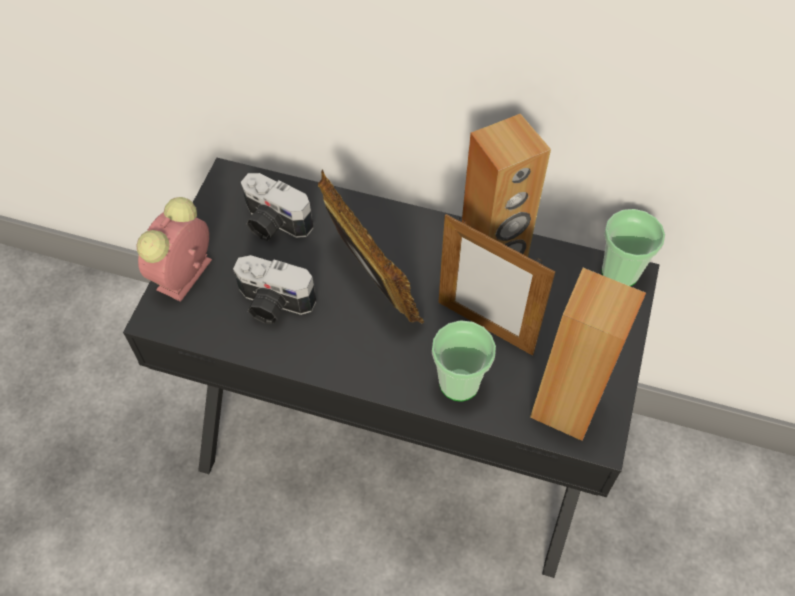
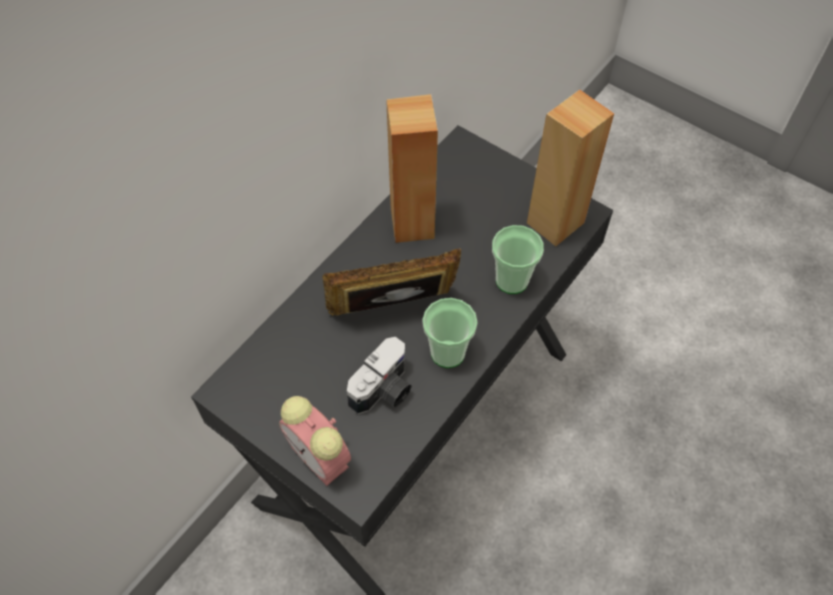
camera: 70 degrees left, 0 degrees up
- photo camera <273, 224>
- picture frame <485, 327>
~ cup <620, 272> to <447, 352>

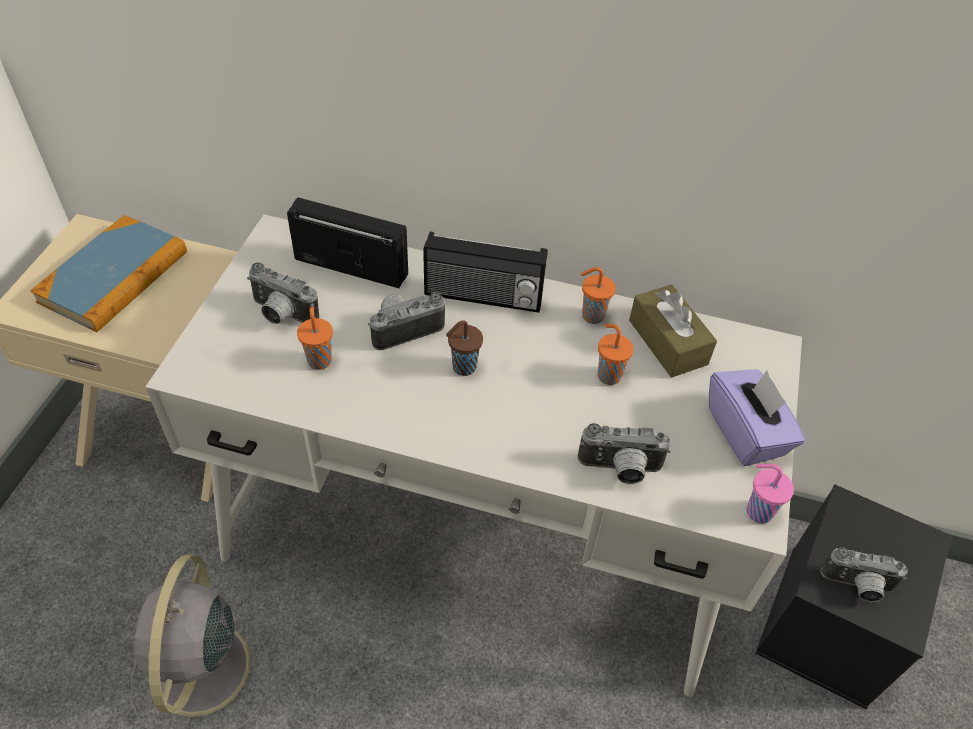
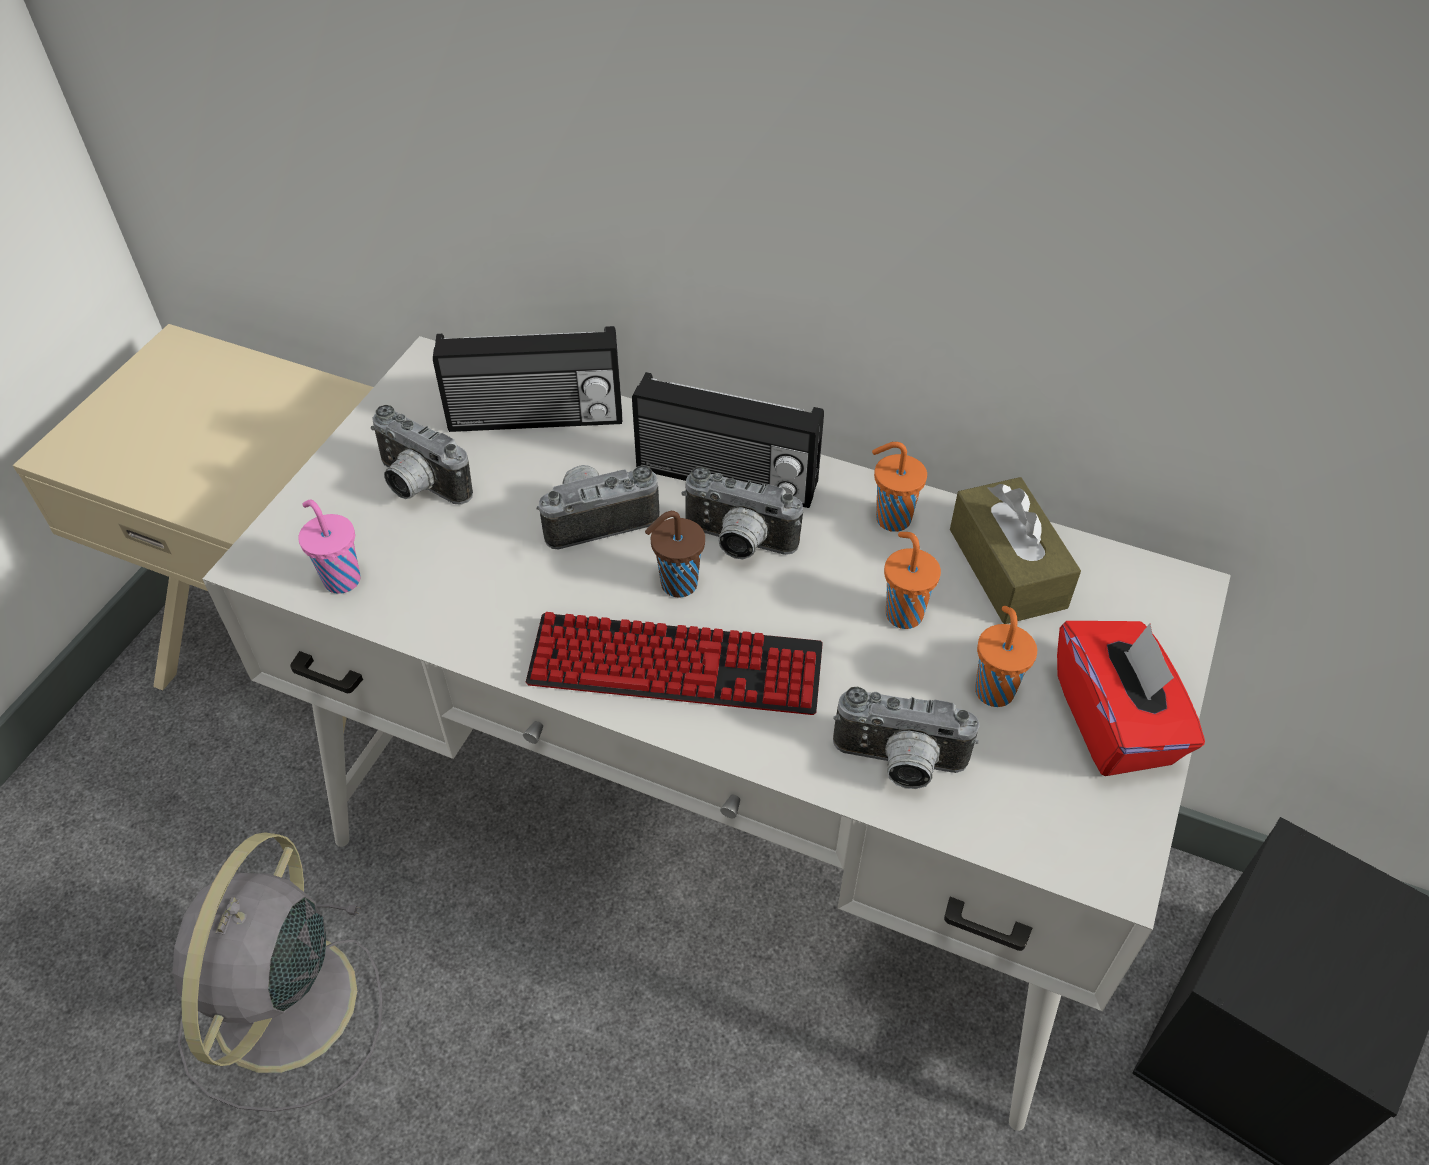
camera: 10 degrees right, 0 degrees up
- book <114, 277>
+ keyboard <675, 667>
~ cup (orange) <319, 359> to <993, 689>
~ cup (pink) <757, 511> to <341, 578>
~ photo camera <857, 587> to <737, 544>
~ tissue box (purple) <746, 432> to tissue box (red) <1114, 722>
~ radio <352, 265> = <536, 419> 150 degrees clockwise

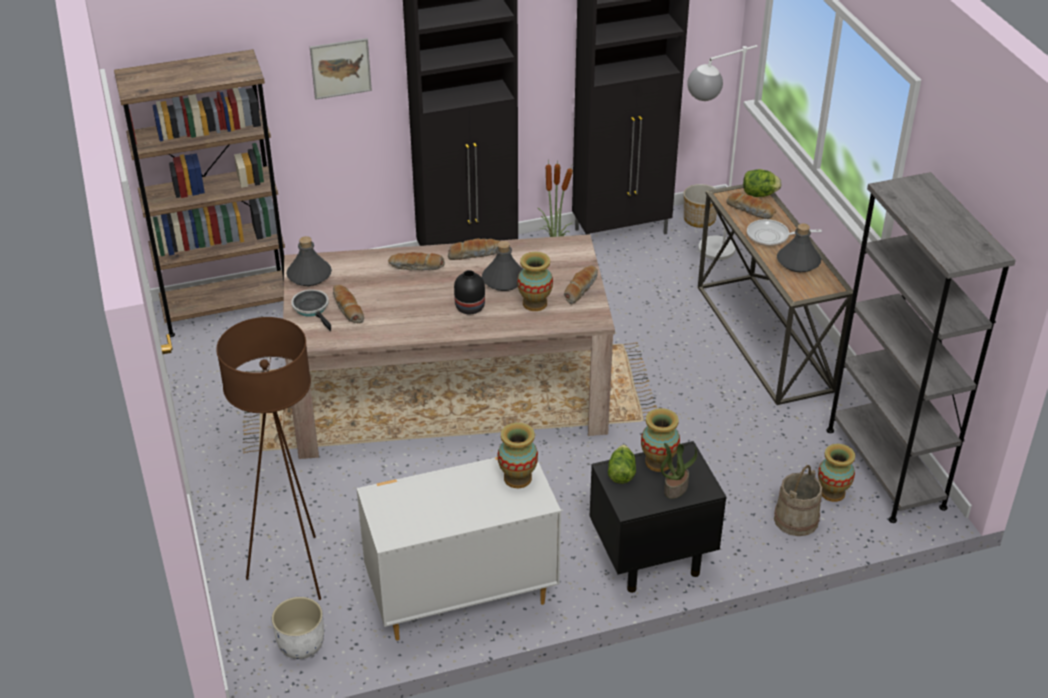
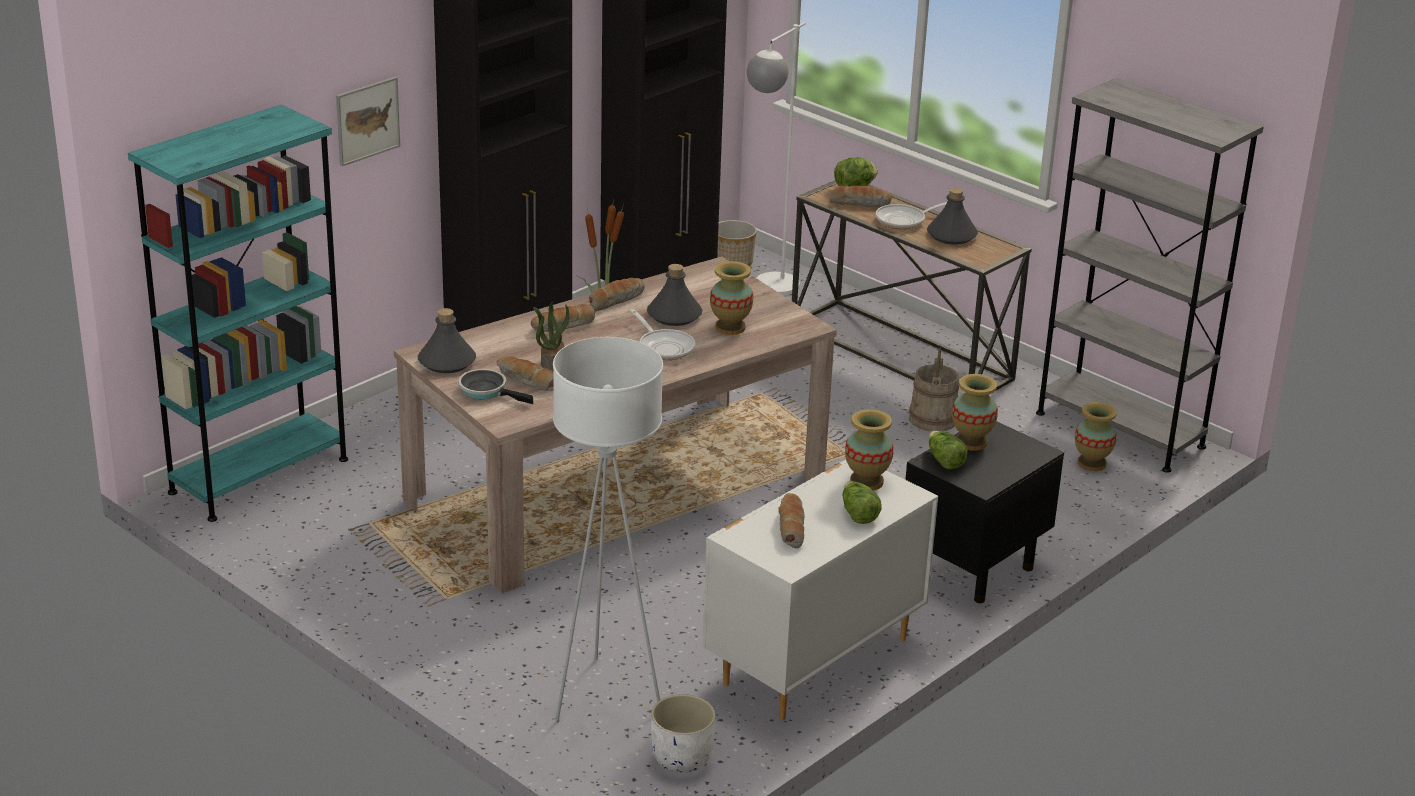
camera: 30 degrees left, 10 degrees down
+ lettuce <858, 514>
~ bread <580, 289> to <790, 527>
~ potted plant <675, 487> to <552, 362>
~ bucket (beige) <796, 520> to <933, 419>
~ vase (black) <470, 307> to frying pan <664, 347>
~ bookcase (brown) <227, 309> to bookcase (turquoise) <259, 475>
~ floor lamp (brown) <295, 570> to floor lamp (white) <604, 695>

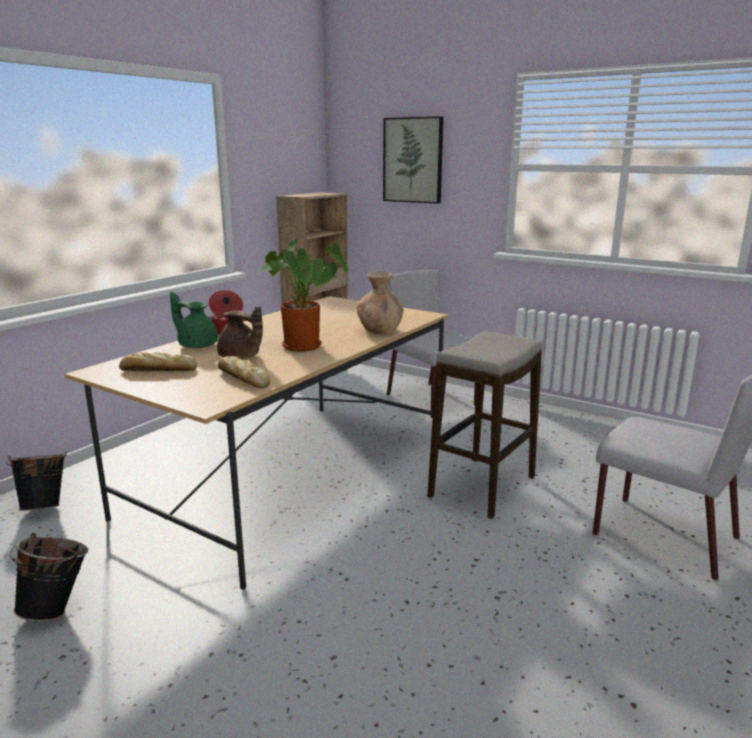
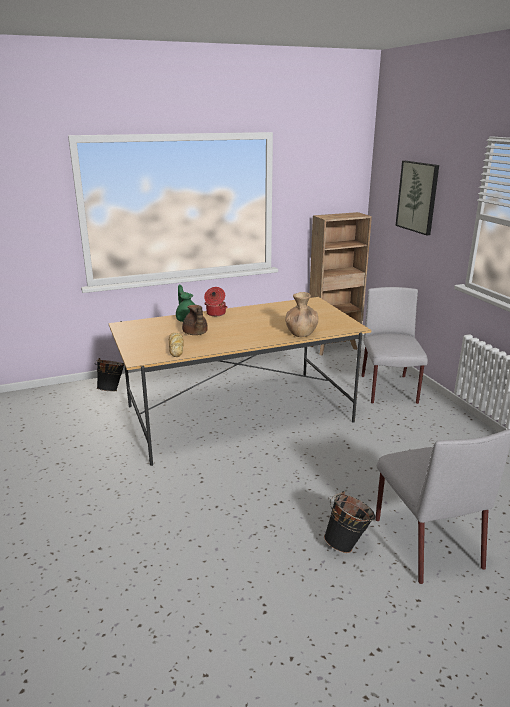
camera: 35 degrees right, 5 degrees up
- bread <157, 370>
- potted plant <306, 347>
- stool <483, 487>
~ bucket (black) <58, 608> to <347, 544>

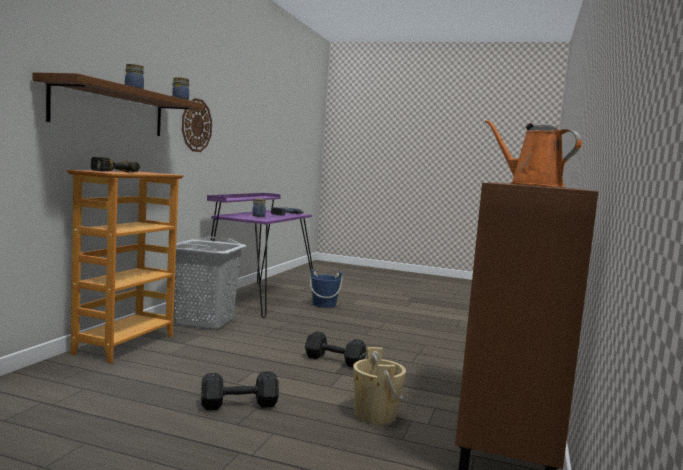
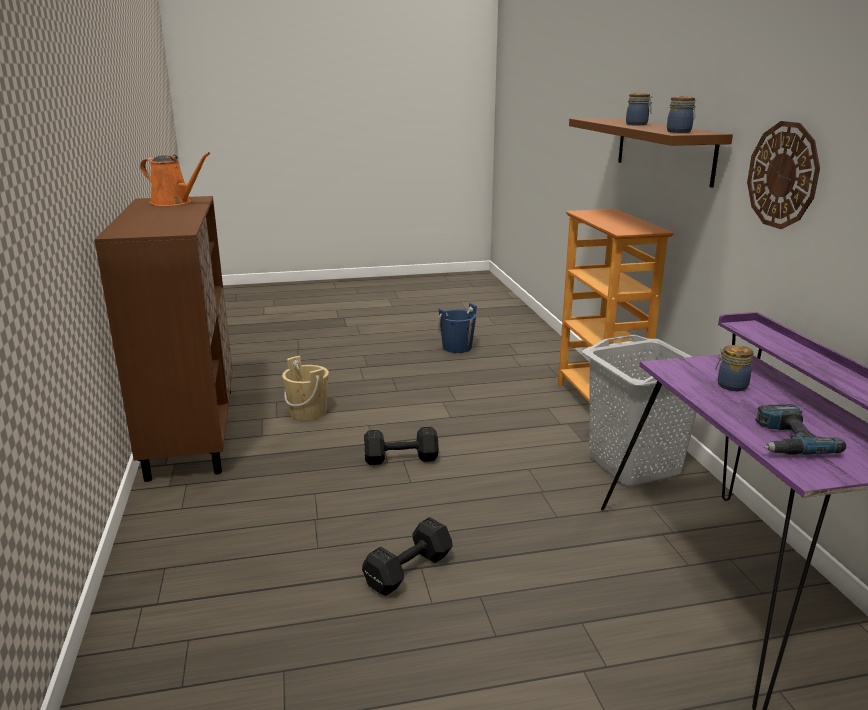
camera: 150 degrees right, 15 degrees up
- power drill <111, 171>
~ dumbbell (black) <241, 405> to <406, 571>
~ bucket (blue) <324, 304> to <457, 347>

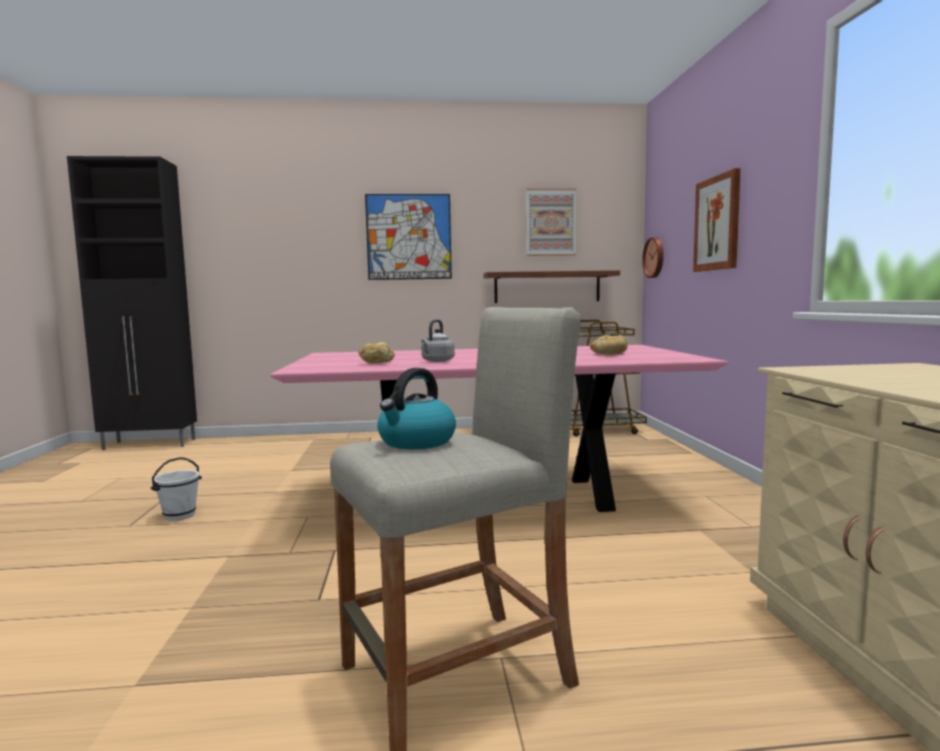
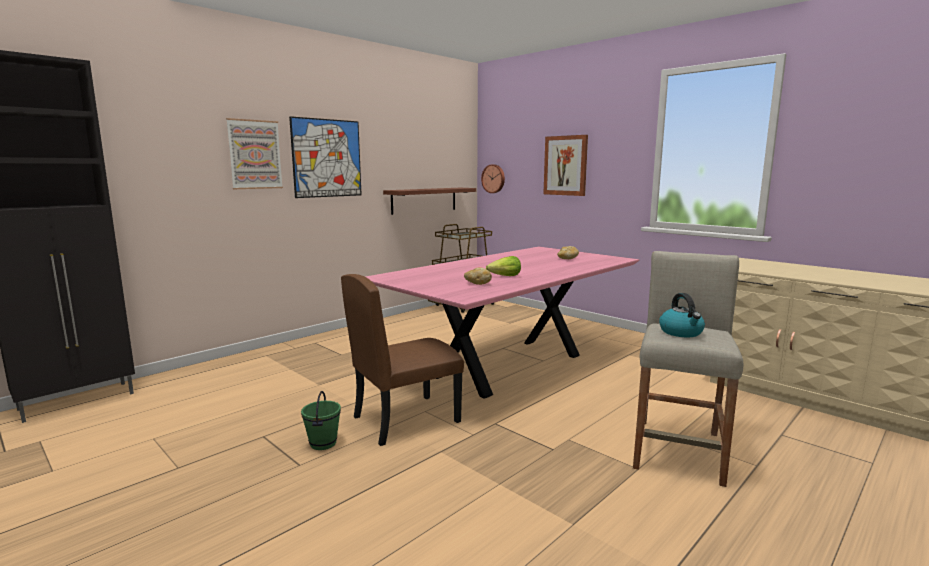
camera: 40 degrees left, 5 degrees up
+ chair (brown) <406, 419>
~ picture <550, 222> to <255, 154>
~ kettle (grey) <437, 361> to lettuce <505, 276>
~ bucket (white) <180, 516> to bucket (green) <323, 443>

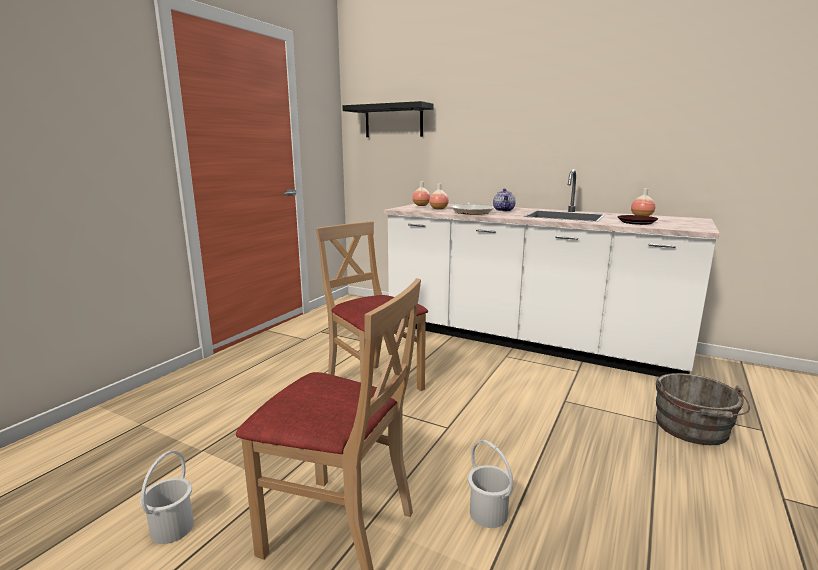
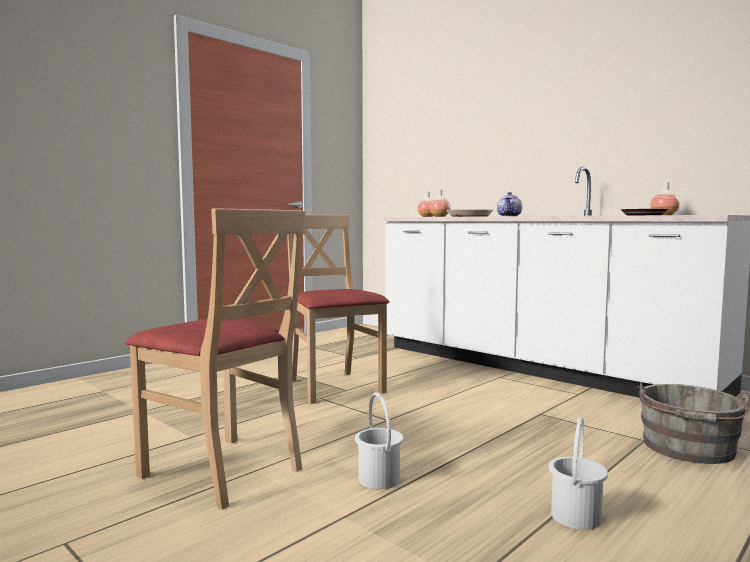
camera: 15 degrees right, 10 degrees down
- shelf (black) <393, 121>
~ bucket (white) <173, 528> to <576, 517>

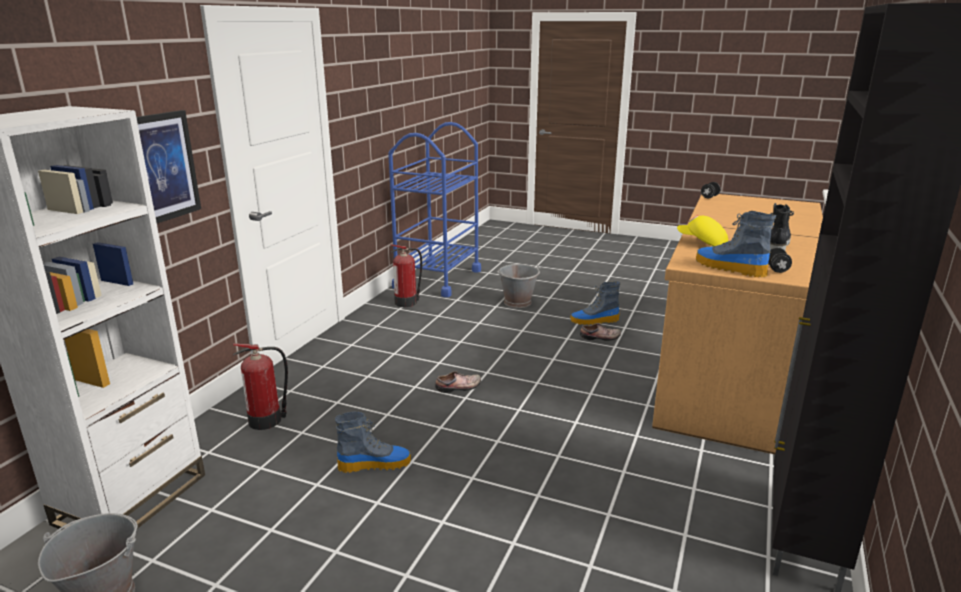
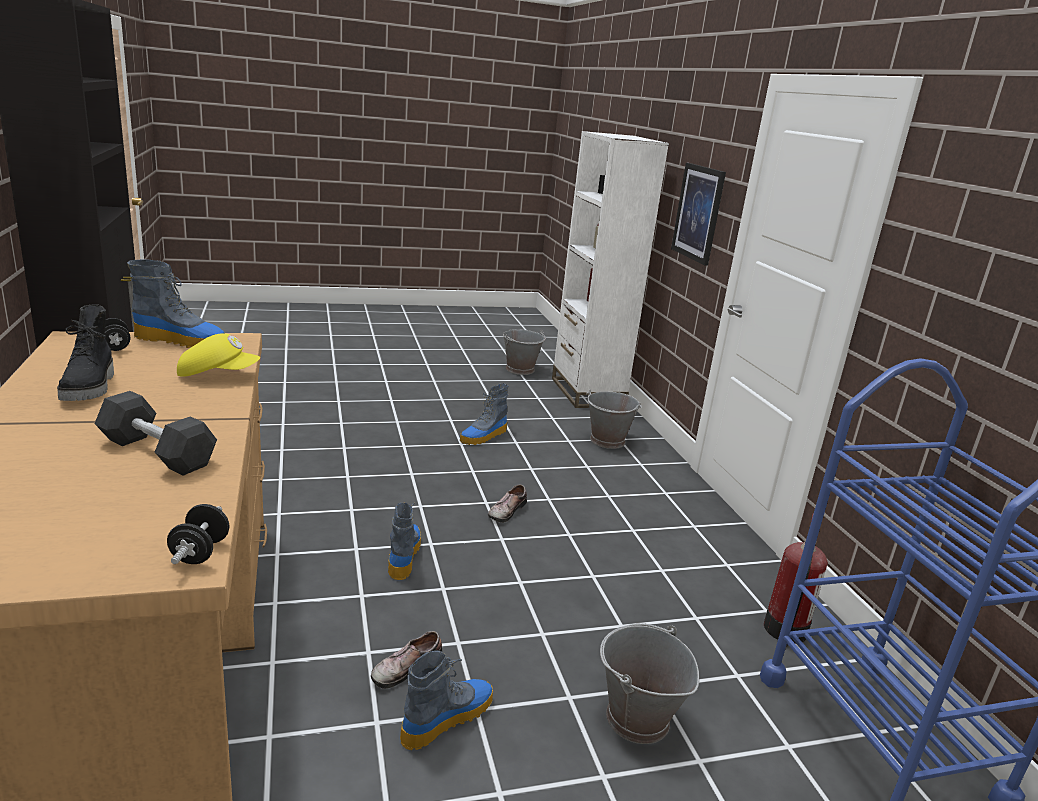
camera: 140 degrees right, 0 degrees up
+ dumbbell (black) <157, 452>
+ boot <403, 555>
~ fire extinguisher <267, 420> to bucket (grey) <608, 441>

